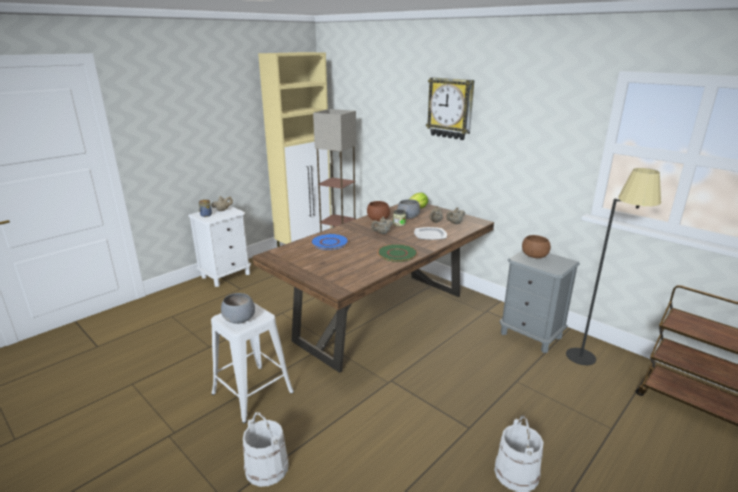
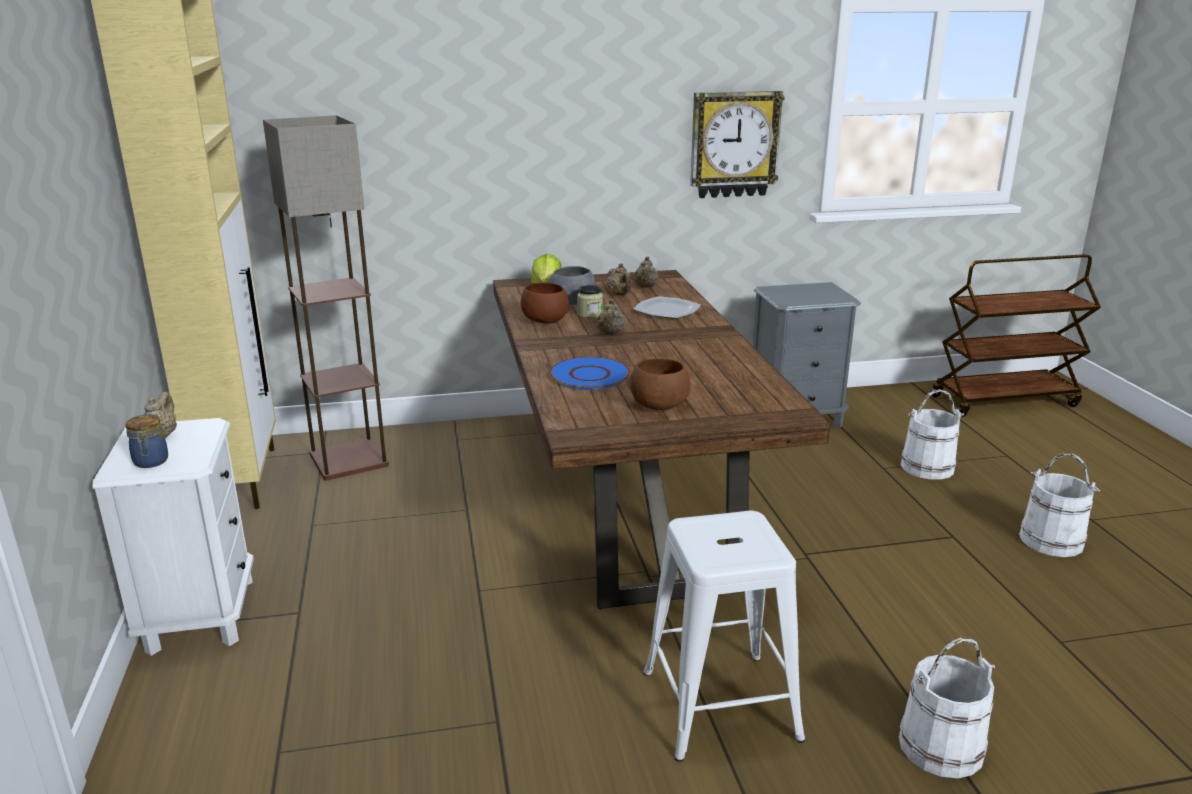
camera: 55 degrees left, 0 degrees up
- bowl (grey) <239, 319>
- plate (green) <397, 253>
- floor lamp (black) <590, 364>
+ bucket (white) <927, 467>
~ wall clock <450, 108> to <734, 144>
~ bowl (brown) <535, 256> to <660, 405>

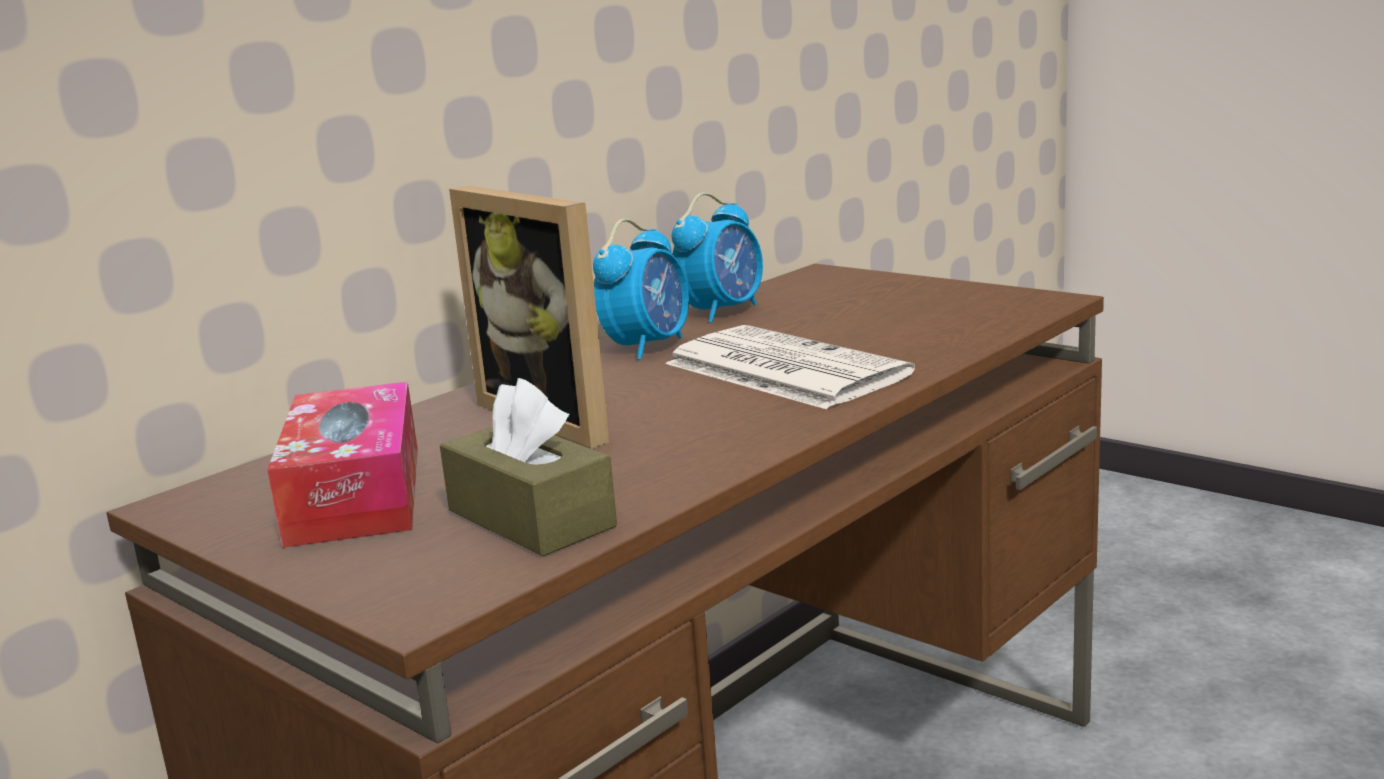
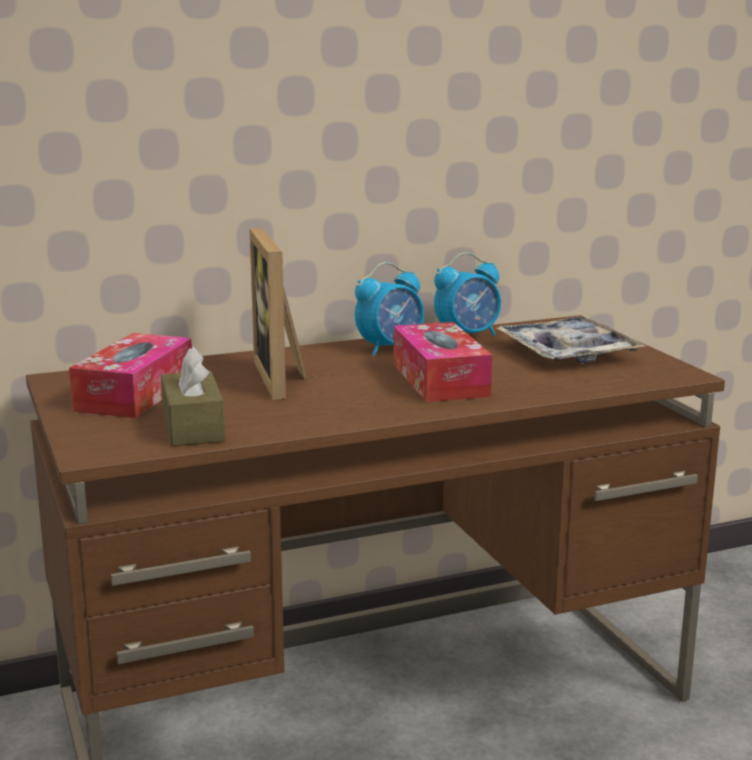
camera: 25 degrees right, 0 degrees up
+ tray <567, 353>
~ newspaper <781, 369> to tissue box <440, 380>

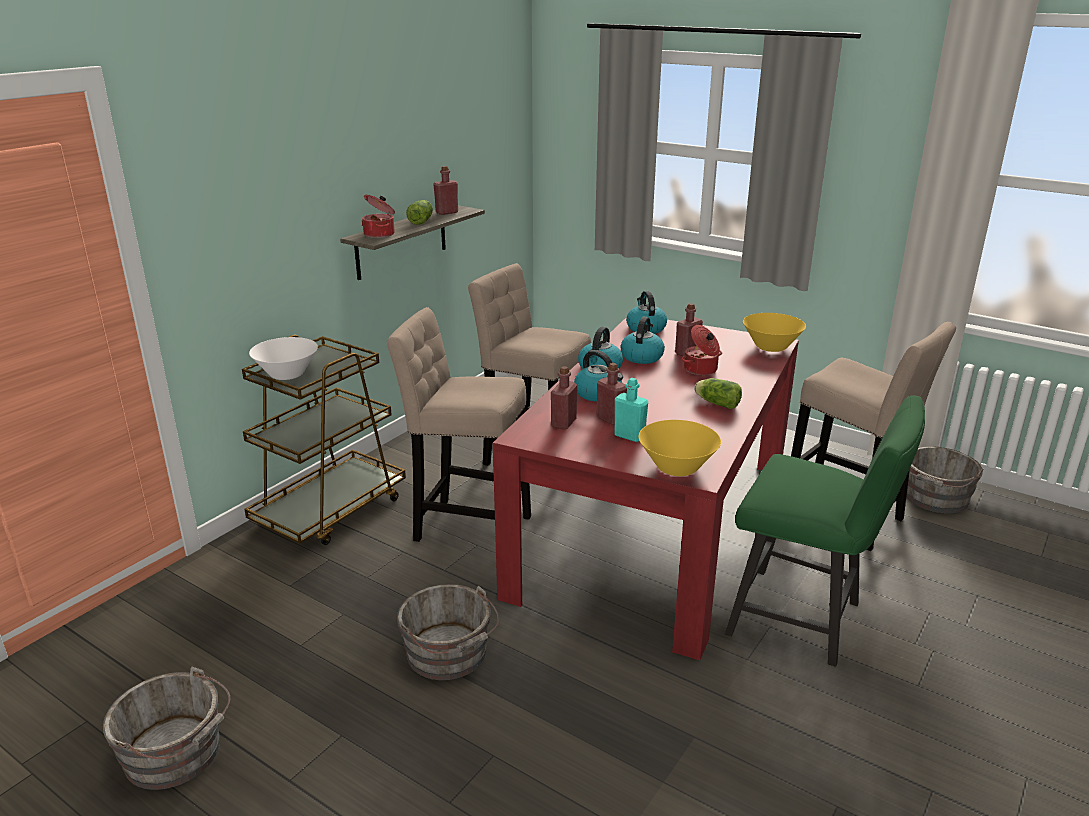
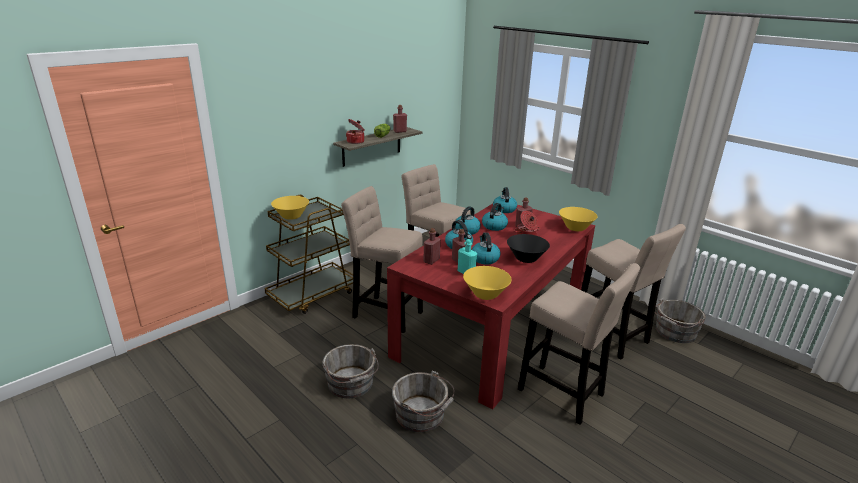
camera: 10 degrees right, 0 degrees up
+ kettle <484, 258>
~ bucket (grey) <177, 754> to <422, 415>
~ lettuce <716, 403> to bowl (black) <526, 259>
~ chair (green) <805, 620> to stool (beige) <564, 395>
~ bowl (white) <287, 374> to bowl (yellow) <291, 216>

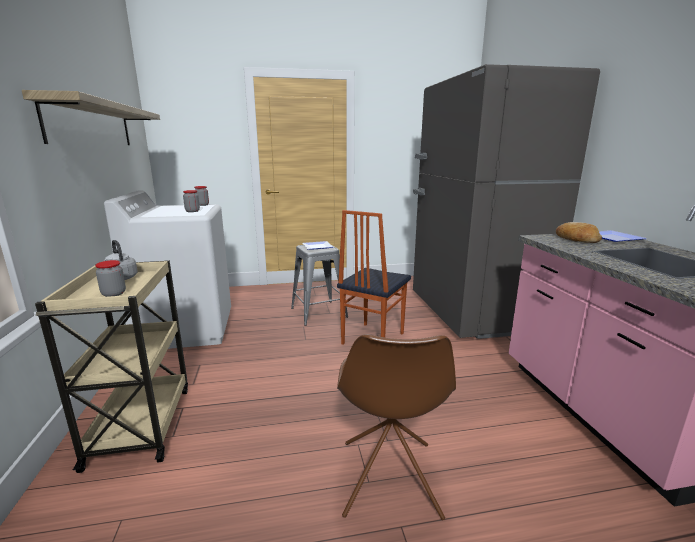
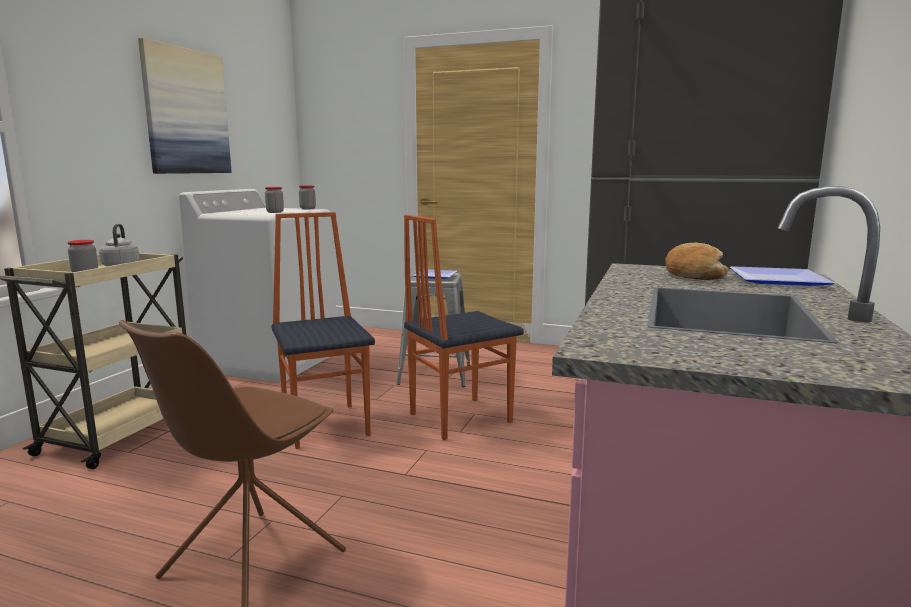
camera: 30 degrees right, 5 degrees down
+ chair <327, 424>
~ shelf <92, 125> to picture <186, 112>

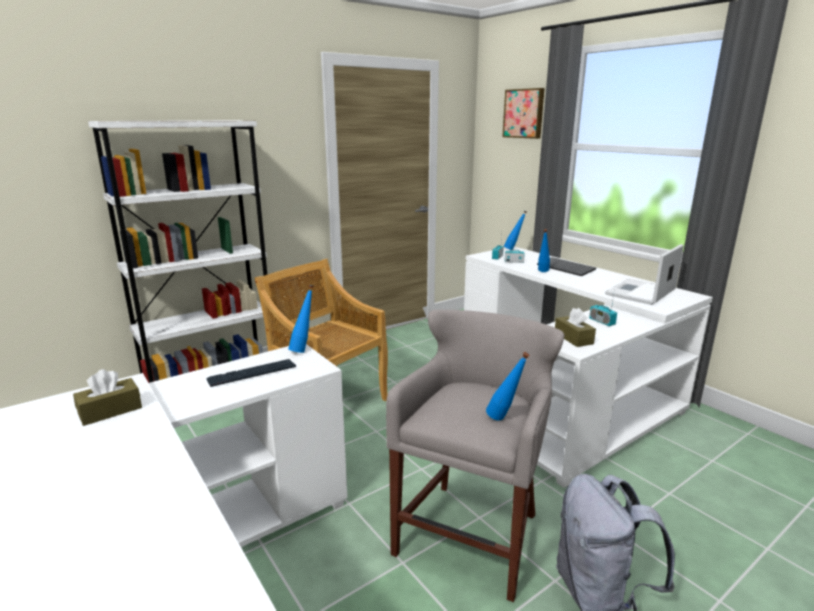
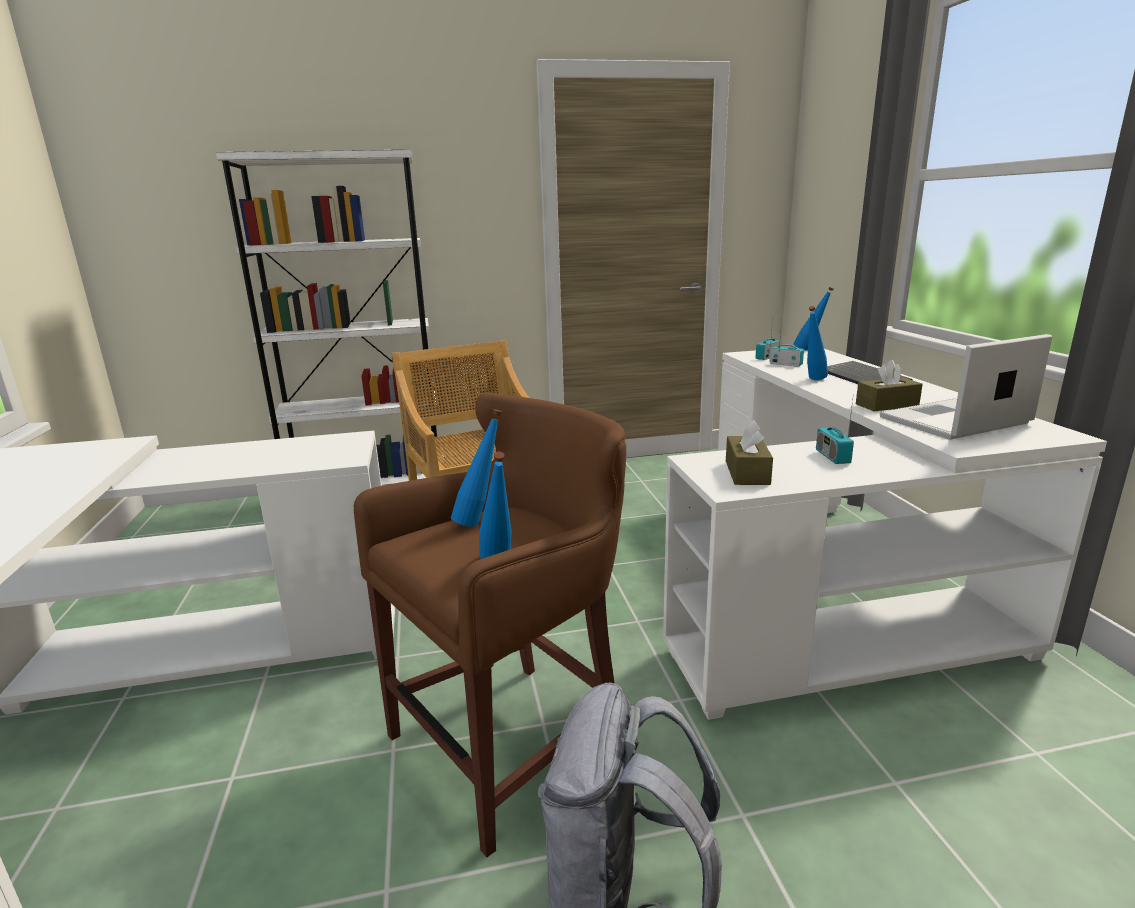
camera: 25 degrees right, 0 degrees up
- keyboard <252, 374>
- picture <524, 113>
~ tissue box (brown) <110, 411> to <887, 405>
~ bottle (blue) <304, 350> to <480, 521>
~ stool (grey) <471, 532> to stool (brown) <514, 740>

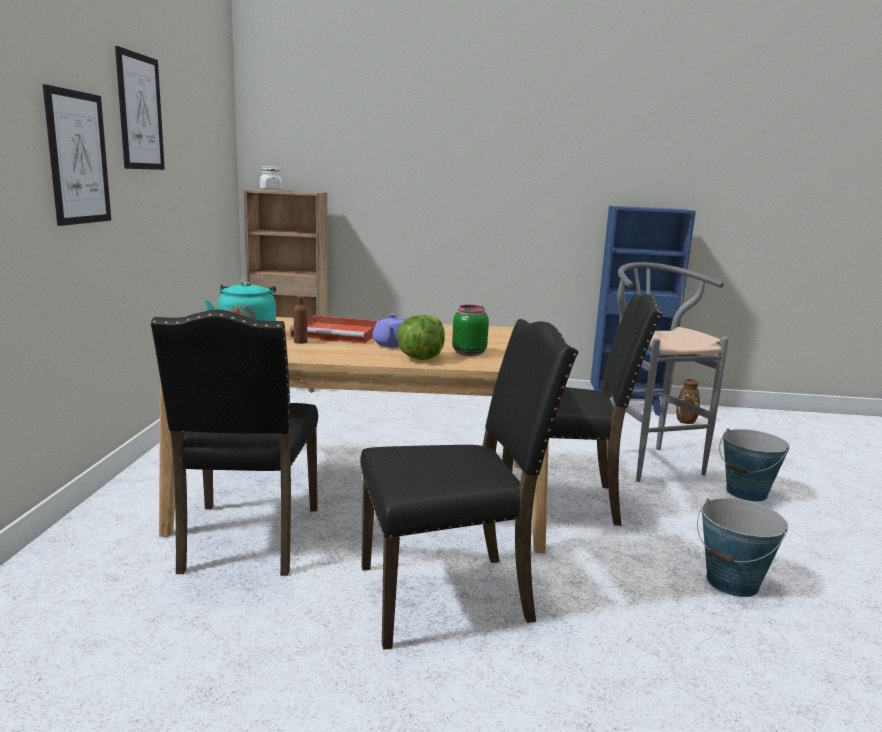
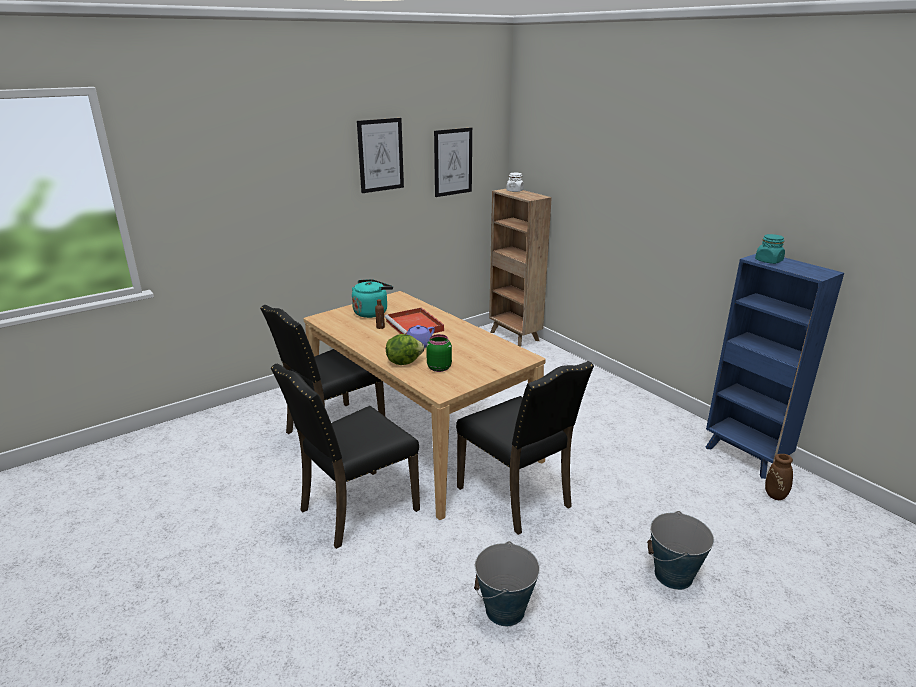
camera: 50 degrees right, 10 degrees up
- stool (grey) <646, 460>
+ jar (turquoise) <768, 261>
~ picture <78, 158> to <453, 162>
~ chair (black) <449, 595> = <356, 509> 105 degrees clockwise

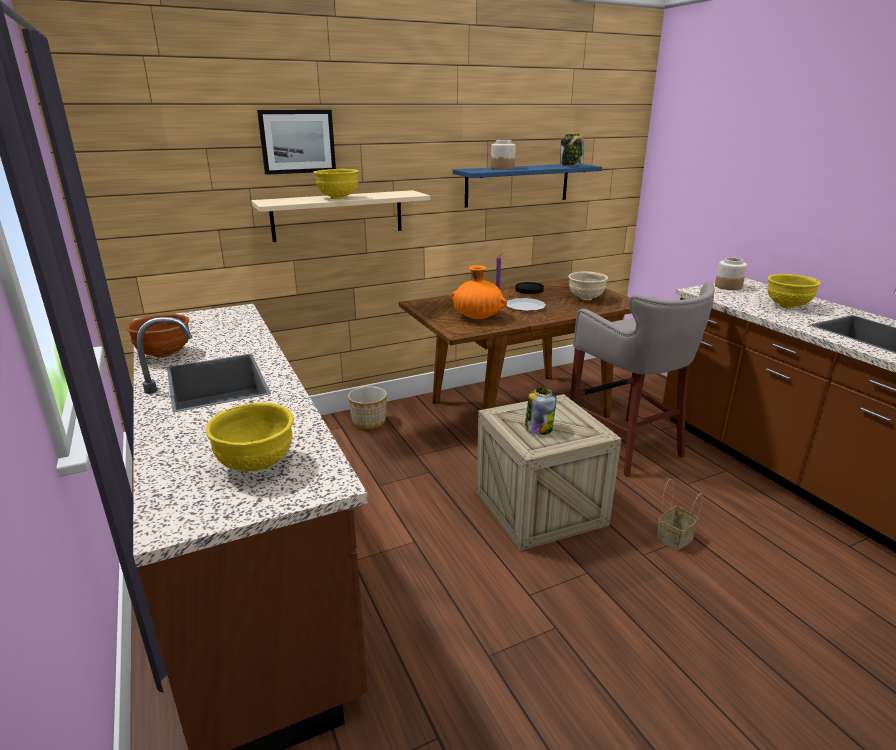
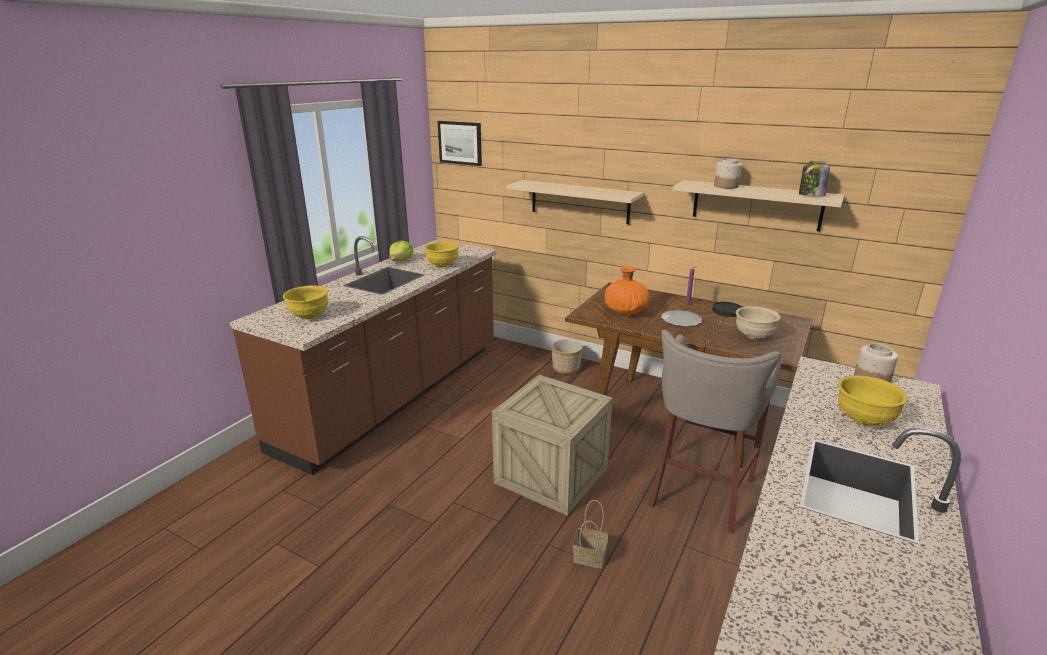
camera: 55 degrees right, 0 degrees up
- jar <538, 428>
~ picture <297, 141> to <460, 143>
~ bowl (yellow) <338, 198> to <443, 265>
~ bowl (brown) <165, 354> to lettuce <401, 261>
~ shelf (blue) <517, 185> to shelf (beige) <756, 205>

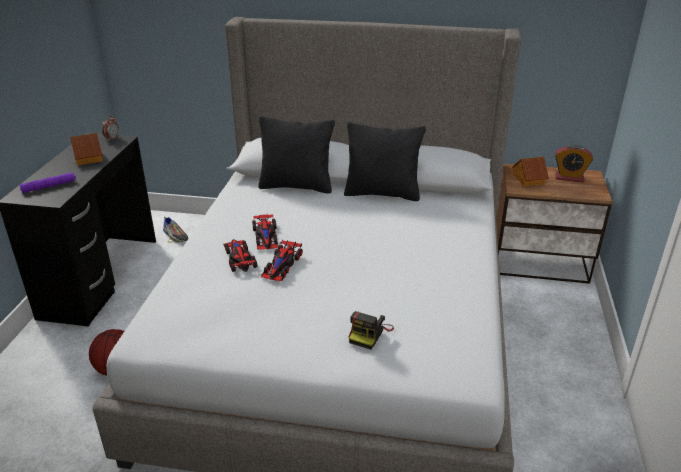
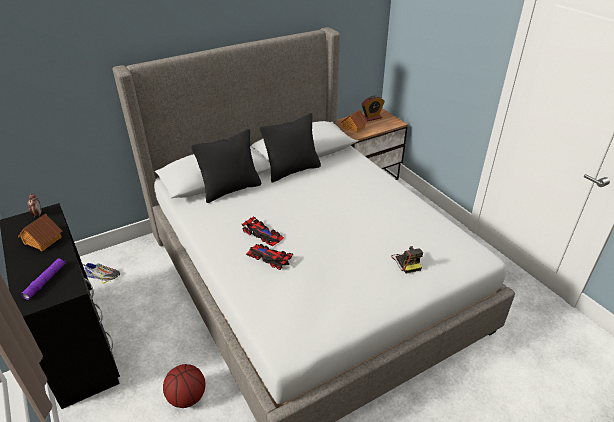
camera: 40 degrees left, 5 degrees up
- toy car <282, 265>

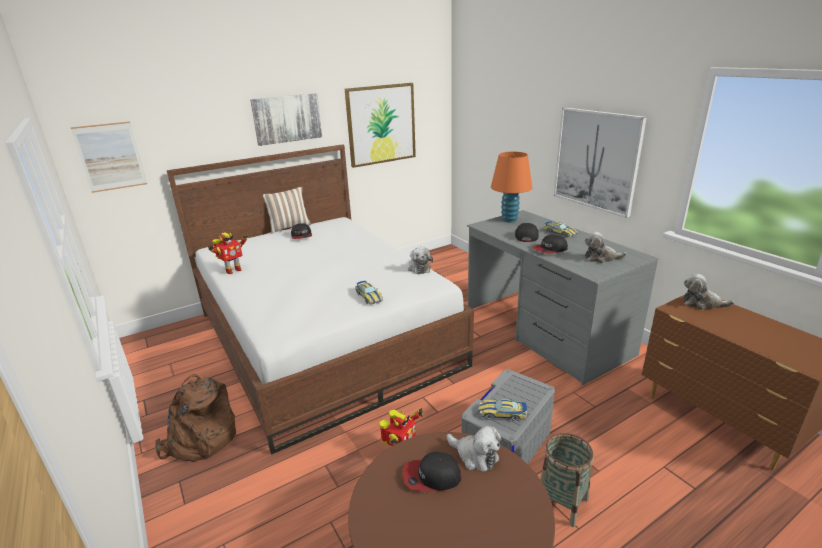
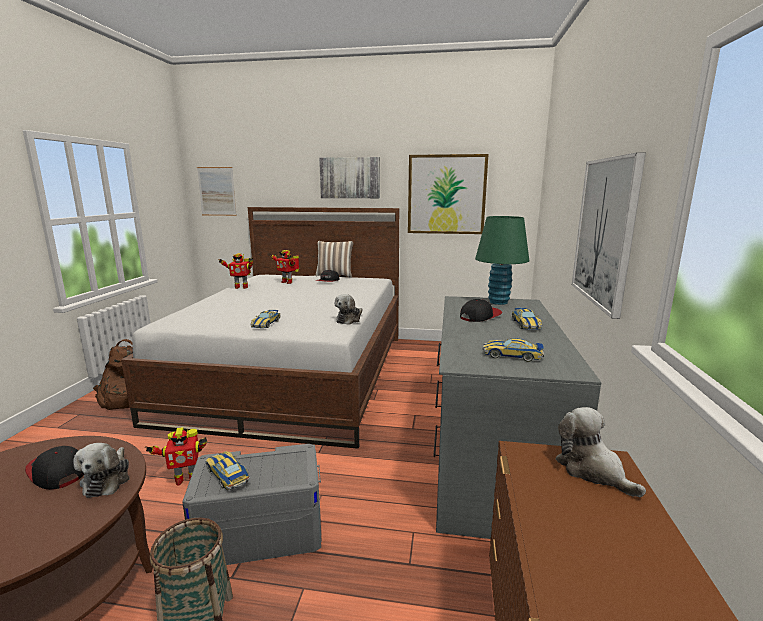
camera: 40 degrees right, 10 degrees down
- cap <550, 249>
+ toy robot <287, 282>
~ plush toy <601, 258> to toy car <512, 355>
~ table lamp (orange) <509, 220> to table lamp (green) <498, 302>

